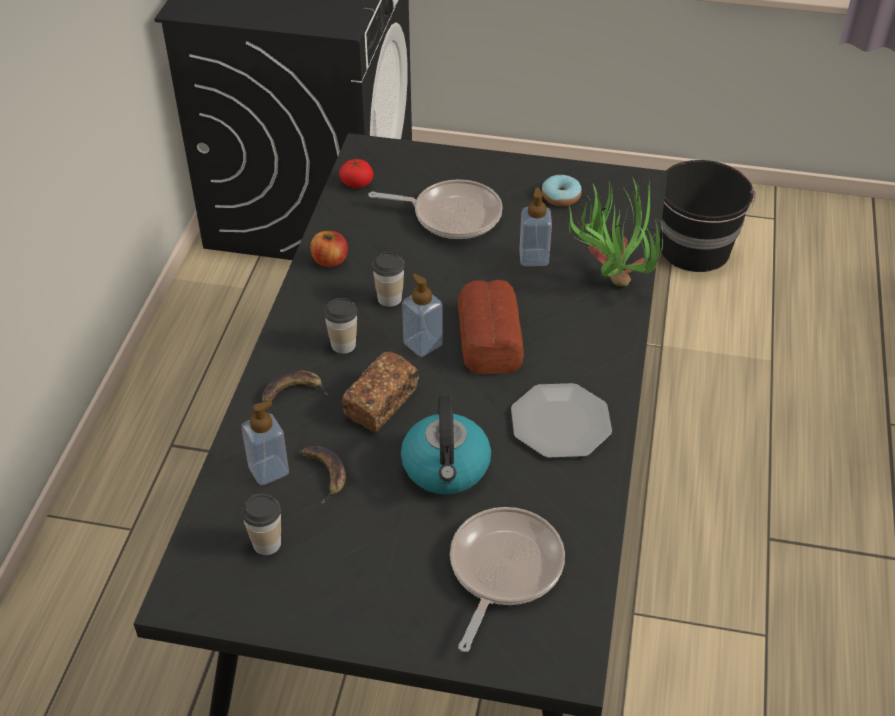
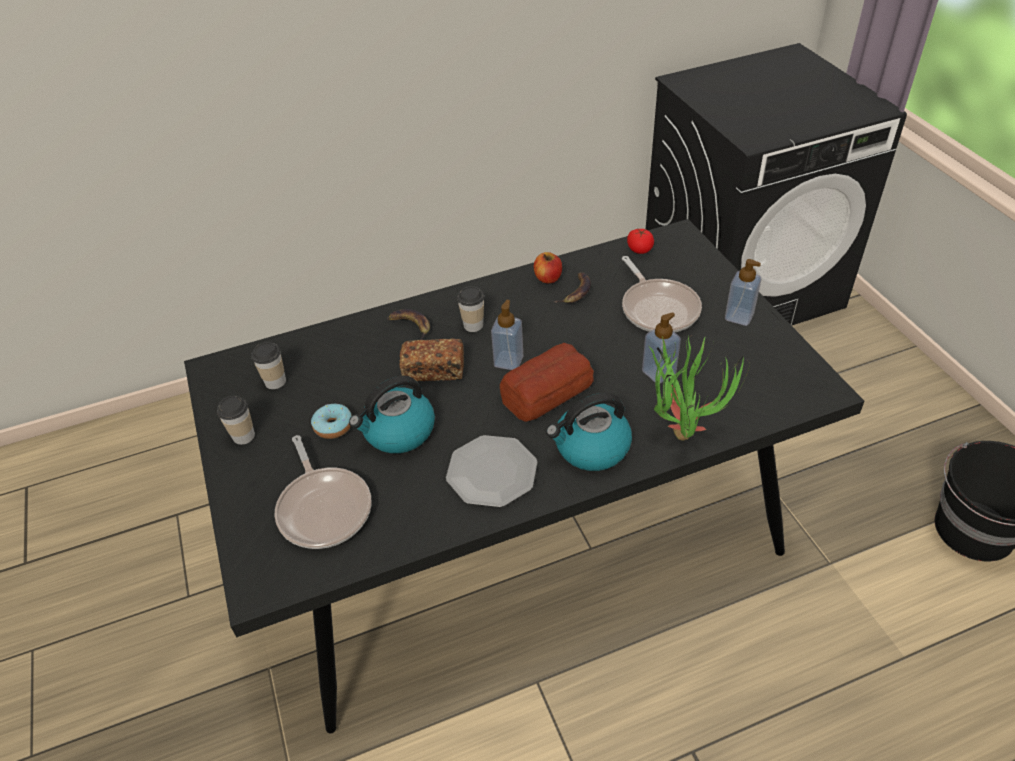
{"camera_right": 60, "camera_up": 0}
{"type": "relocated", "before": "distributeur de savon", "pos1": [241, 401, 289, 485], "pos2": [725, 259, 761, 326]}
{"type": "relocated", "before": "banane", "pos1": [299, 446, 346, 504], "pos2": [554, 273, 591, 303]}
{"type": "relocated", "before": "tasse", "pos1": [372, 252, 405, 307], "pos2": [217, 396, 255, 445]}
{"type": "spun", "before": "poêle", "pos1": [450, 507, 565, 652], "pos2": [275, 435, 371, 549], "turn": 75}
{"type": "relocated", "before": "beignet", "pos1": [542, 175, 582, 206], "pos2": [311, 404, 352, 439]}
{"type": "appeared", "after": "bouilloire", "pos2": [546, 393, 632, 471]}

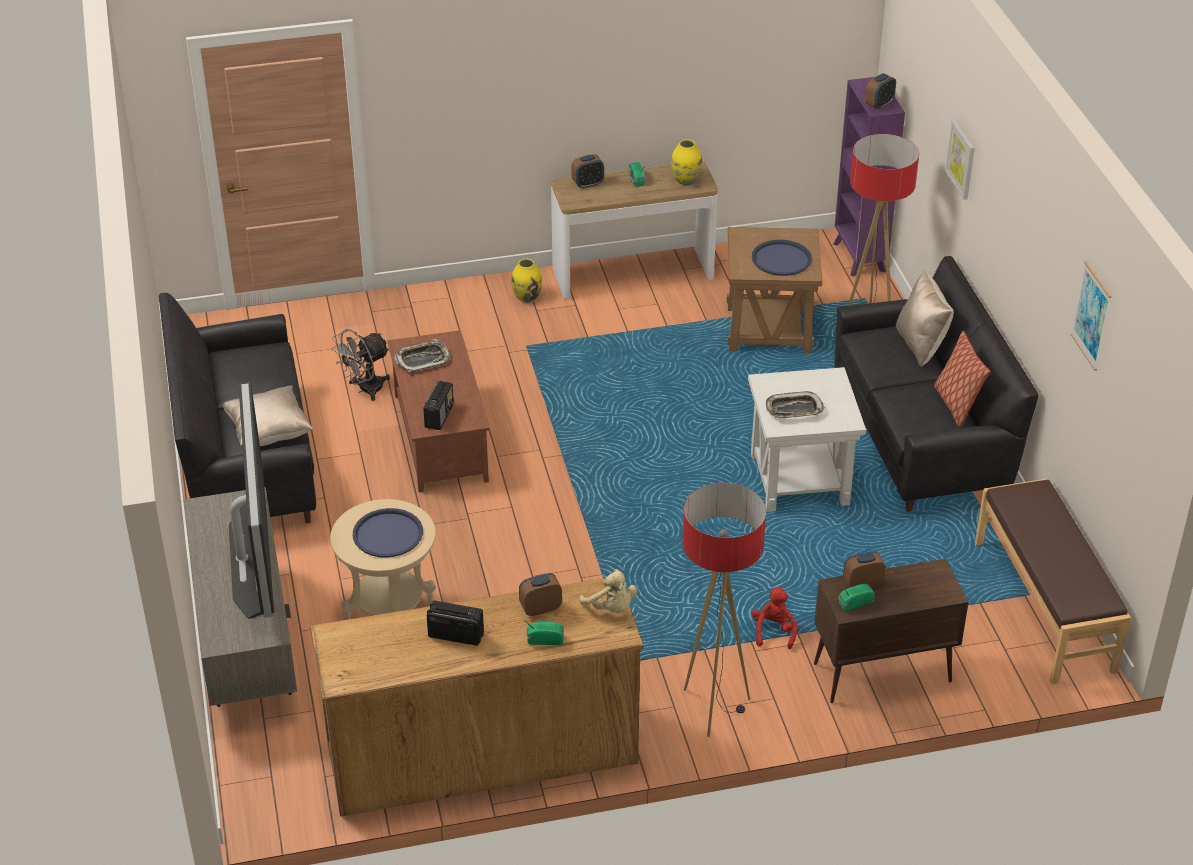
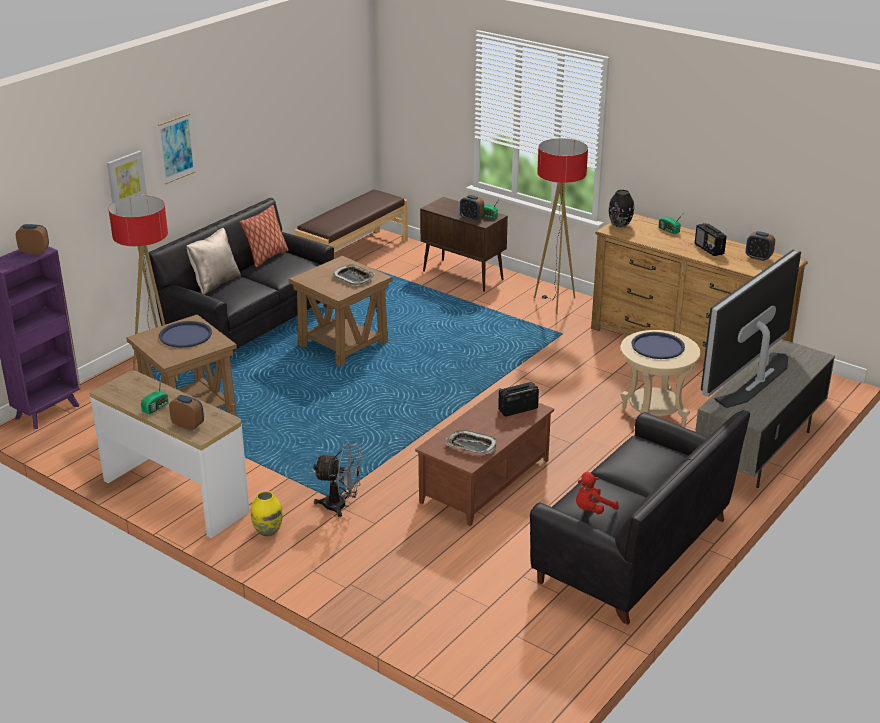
{"camera_right": -130, "camera_up": -10}
{"type": "missing", "before": "coussin [beige]", "pos1": [223, 386, 313, 446]}
{"type": "relocated", "before": "ventilateur [gris]", "pos1": [331, 329, 390, 401], "pos2": [313, 443, 363, 517]}
{"type": "relocated", "before": "réveil", "pos1": [519, 573, 562, 616], "pos2": [746, 231, 775, 261]}
{"type": "exchanged", "before": "peluche [beige]", "after": "vase [noir]", "pos1": [580, 569, 637, 613], "pos2": [609, 190, 634, 228]}
{"type": "missing", "before": "vase [jaune]", "pos1": [671, 139, 702, 185]}
{"type": "colour", "before": "table d'appoint [blanc]", "after": "table d'appoint [marron]", "pos1": [748, 367, 866, 512], "pos2": [289, 256, 392, 366]}
{"type": "relocated", "before": "peluche [rouge]", "pos1": [752, 587, 797, 649], "pos2": [576, 472, 619, 514]}
{"type": "relocated", "before": "tableau", "pos1": [1071, 261, 1112, 371], "pos2": [158, 113, 196, 184]}

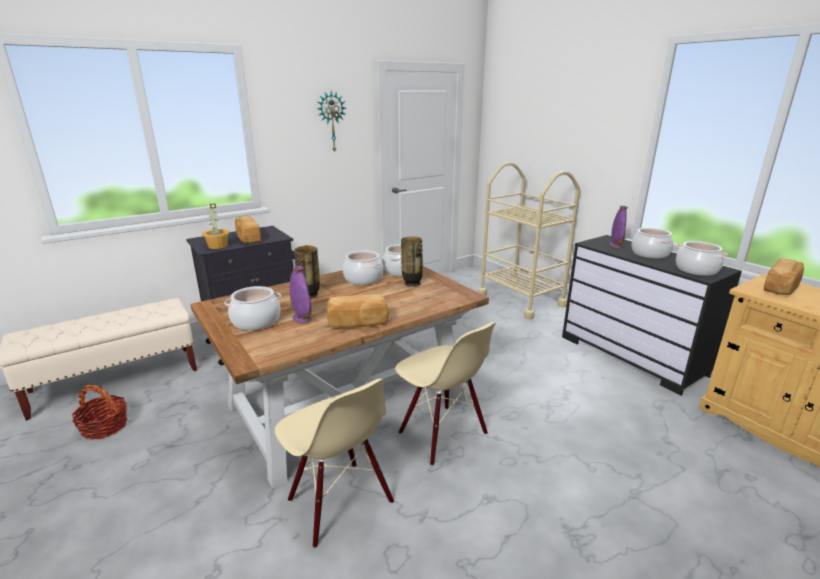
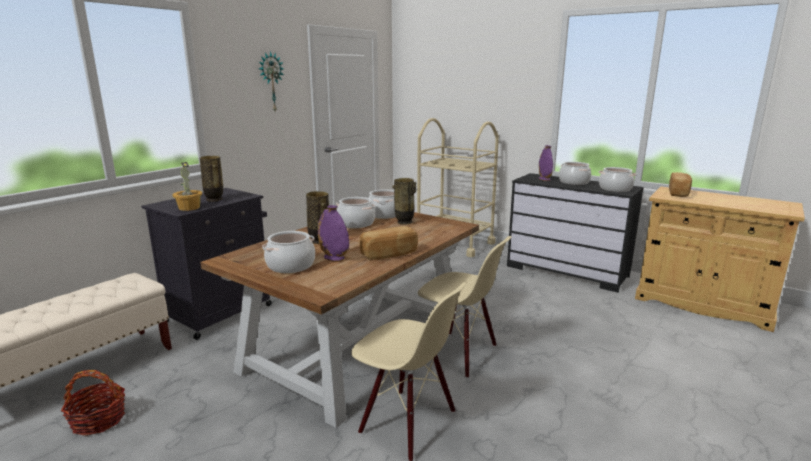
{"camera_right": -20, "camera_up": -5}
{"type": "exchanged", "before": "pain", "after": "vase", "pos1": [235, 216, 261, 244], "pos2": [199, 156, 223, 202]}

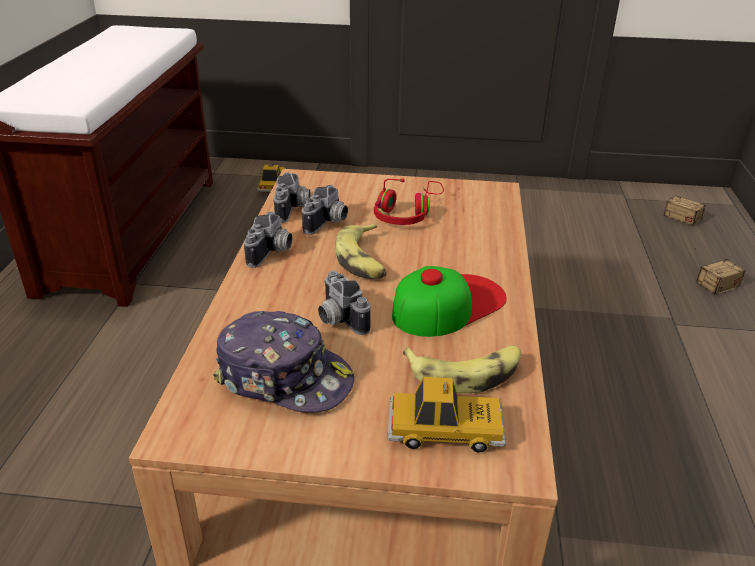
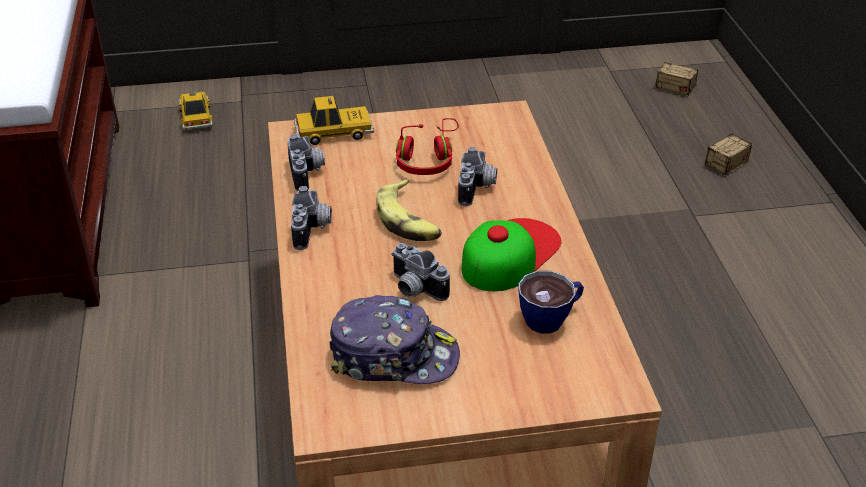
{"camera_right": -15, "camera_up": 5}
{"type": "relocated", "before": "appareil photo", "pos1": [302, 185, 348, 235], "pos2": [458, 147, 497, 206]}
{"type": "relocated", "before": "petite voiture", "pos1": [388, 377, 506, 453], "pos2": [294, 96, 374, 145]}
{"type": "exchanged", "before": "banane", "after": "tasse", "pos1": [403, 346, 521, 393], "pos2": [518, 271, 584, 334]}

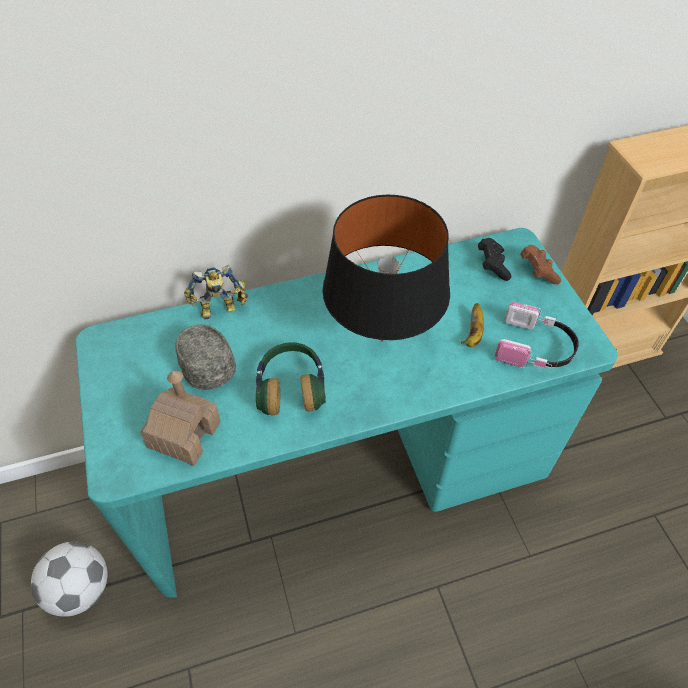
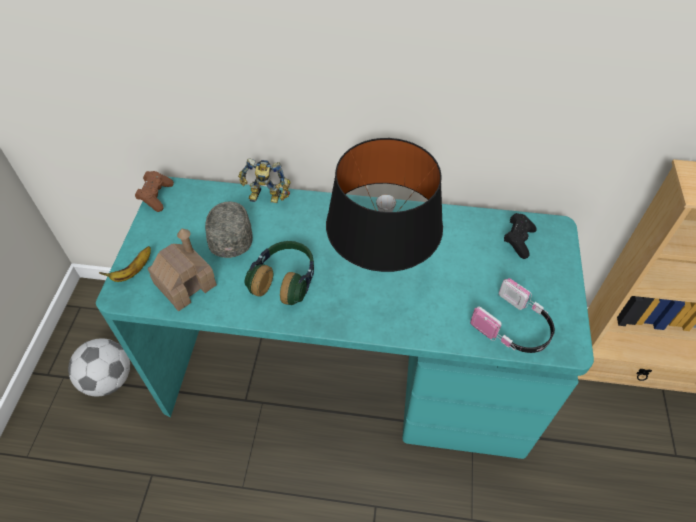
{"camera_right": 25, "camera_up": 0}
{"type": "relocated", "before": "banane", "pos1": [461, 303, 484, 347], "pos2": [99, 246, 151, 282]}
{"type": "relocated", "before": "manette [marron]", "pos1": [520, 245, 561, 284], "pos2": [135, 171, 174, 212]}

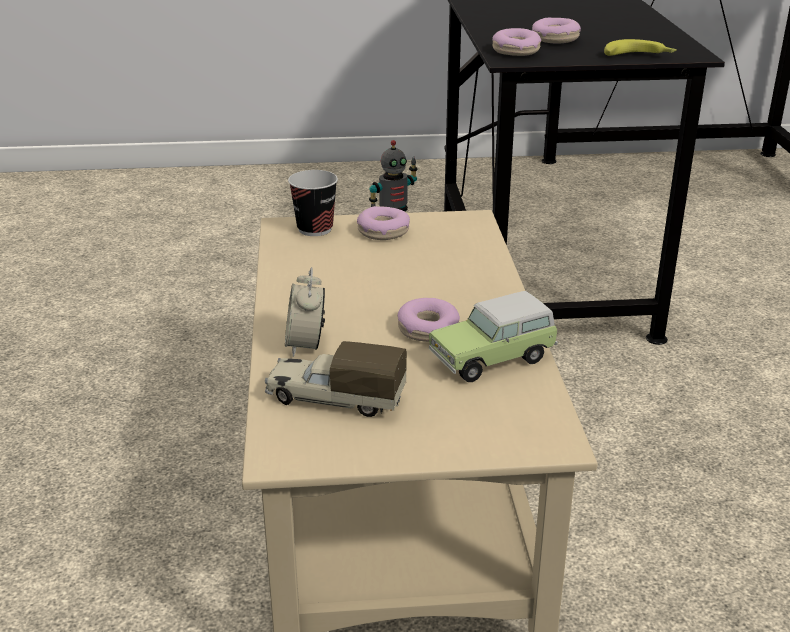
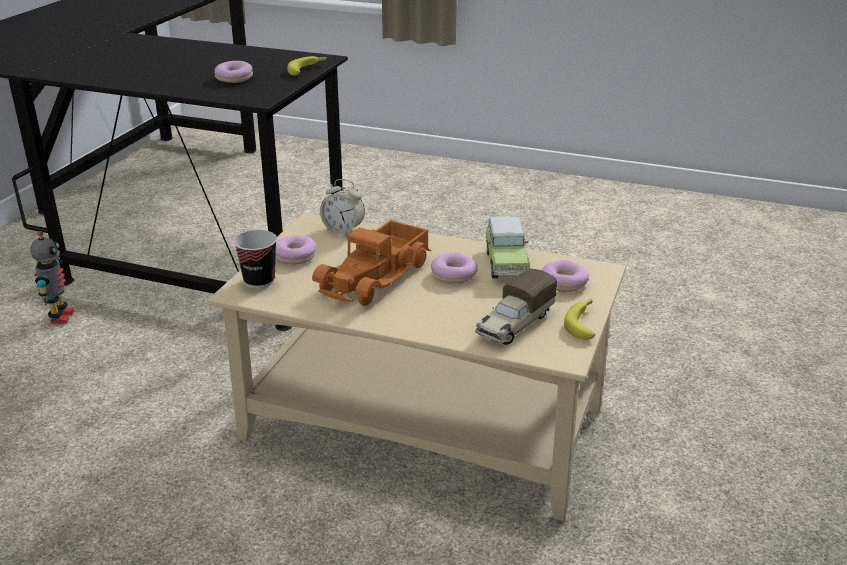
{"camera_right": -65, "camera_up": 0}
{"type": "relocated", "before": "réveil", "pos1": [285, 267, 325, 357], "pos2": [320, 179, 365, 234]}
{"type": "relocated", "before": "beignet", "pos1": [492, 28, 541, 56], "pos2": [542, 260, 589, 292]}
{"type": "appeared", "after": "camion jouet", "pos2": [312, 220, 431, 306]}
{"type": "appeared", "after": "banane", "pos2": [564, 299, 596, 340]}

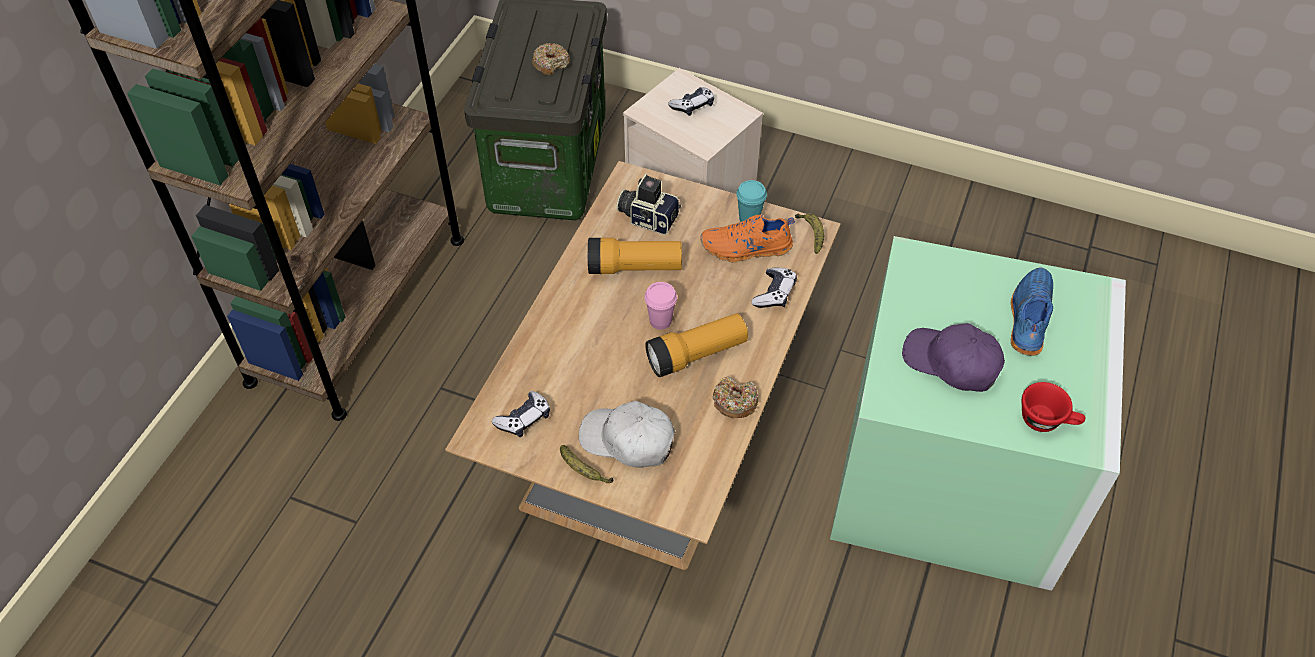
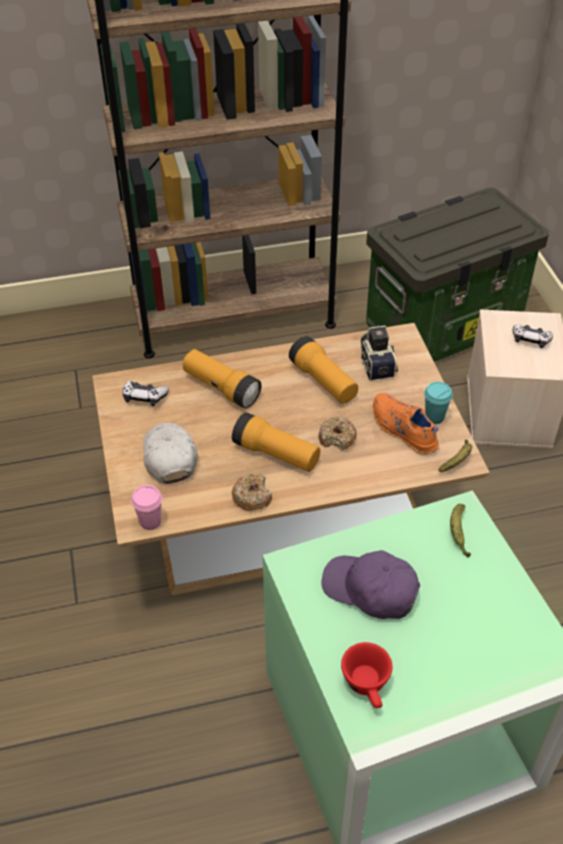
{"camera_right": 55, "camera_up": -5}
{"type": "relocated", "before": "beignet", "pos1": [532, 43, 570, 75], "pos2": [318, 417, 357, 450]}
{"type": "relocated", "before": "banane", "pos1": [560, 445, 613, 483], "pos2": [450, 504, 471, 558]}
{"type": "relocated", "before": "tasse [rose]", "pos1": [644, 282, 677, 330], "pos2": [131, 485, 163, 530]}
{"type": "missing", "before": "manette", "pos1": [751, 268, 797, 308]}
{"type": "spun", "before": "casquette [violet]", "pos1": [902, 323, 1005, 392], "pos2": [321, 550, 420, 619], "turn": -60}
{"type": "missing", "before": "chaussure [bleu]", "pos1": [1010, 267, 1053, 356]}
{"type": "appeared", "after": "lampe de poche", "pos2": [183, 349, 262, 408]}

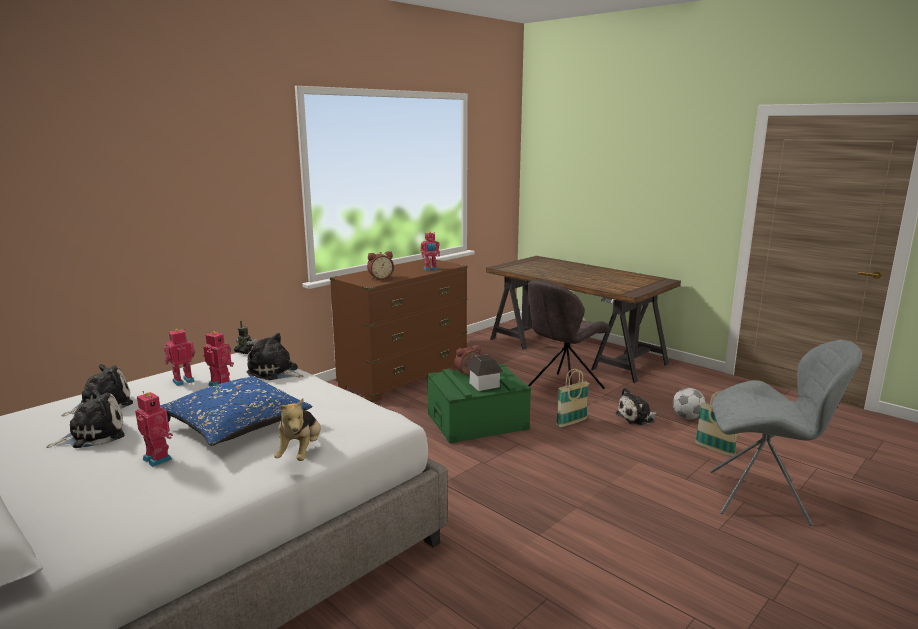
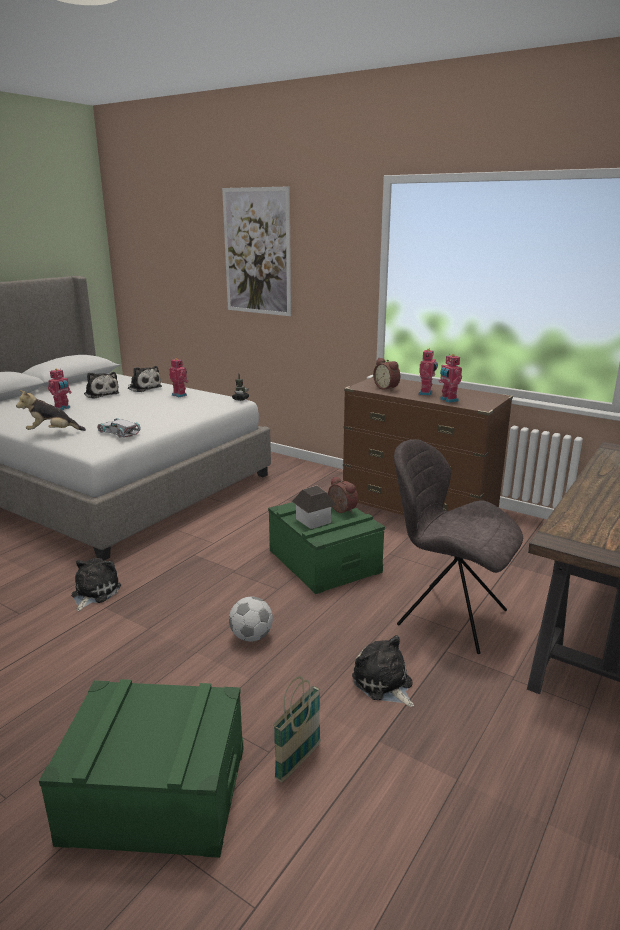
{"camera_right": 80, "camera_up": 5}
{"type": "missing", "before": "coussin [bleu]", "pos1": [160, 376, 312, 446]}
{"type": "relocated", "before": "robot jouet", "pos1": [203, 331, 234, 386], "pos2": [418, 348, 438, 396]}
{"type": "relocated", "before": "peluche", "pos1": [247, 333, 303, 380], "pos2": [71, 558, 121, 611]}
{"type": "missing", "before": "panier", "pos1": [556, 369, 590, 427]}
{"type": "relocated", "before": "ballon de foot", "pos1": [672, 388, 706, 419], "pos2": [229, 597, 273, 642]}
{"type": "exchanged", "before": "chaise [gris]", "after": "boîte de rangement [vert]", "pos1": [710, 340, 862, 526], "pos2": [39, 679, 244, 858]}
{"type": "appeared", "after": "petite voiture [blanc]", "pos2": [97, 418, 141, 438]}
{"type": "appeared", "after": "tableau", "pos2": [222, 186, 291, 316]}

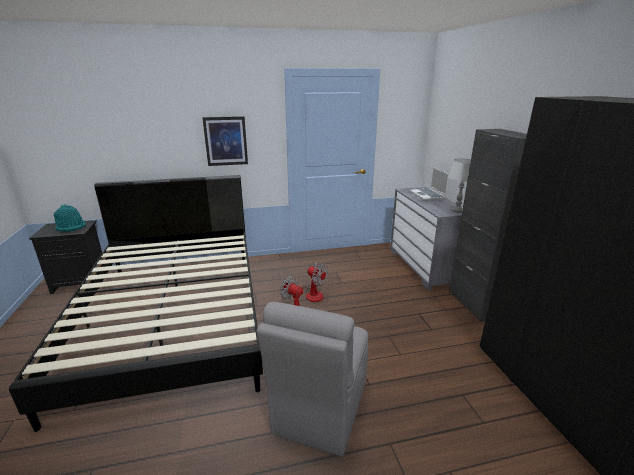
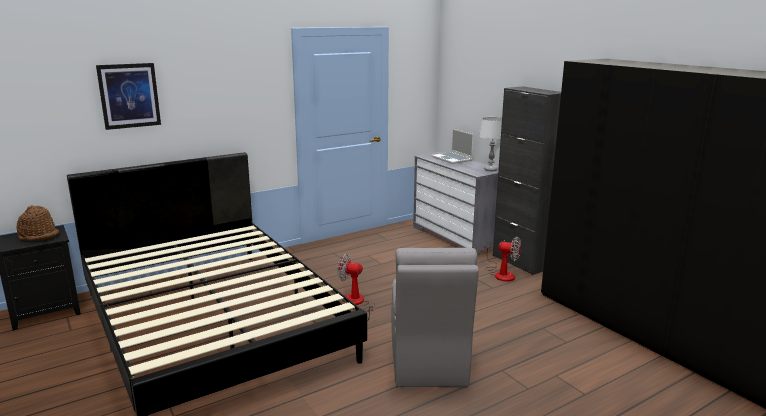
{"camera_right": -20, "camera_up": -5}
{"type": "colour", "before": "chapeau [turquoise]", "after": "chapeau [marron]", "pos1": [53, 204, 86, 232], "pos2": [16, 205, 59, 241]}
{"type": "relocated", "before": "tableau", "pos1": [202, 116, 248, 166], "pos2": [96, 63, 161, 130]}
{"type": "relocated", "before": "ventilateur", "pos1": [305, 262, 329, 302], "pos2": [483, 237, 521, 282]}

